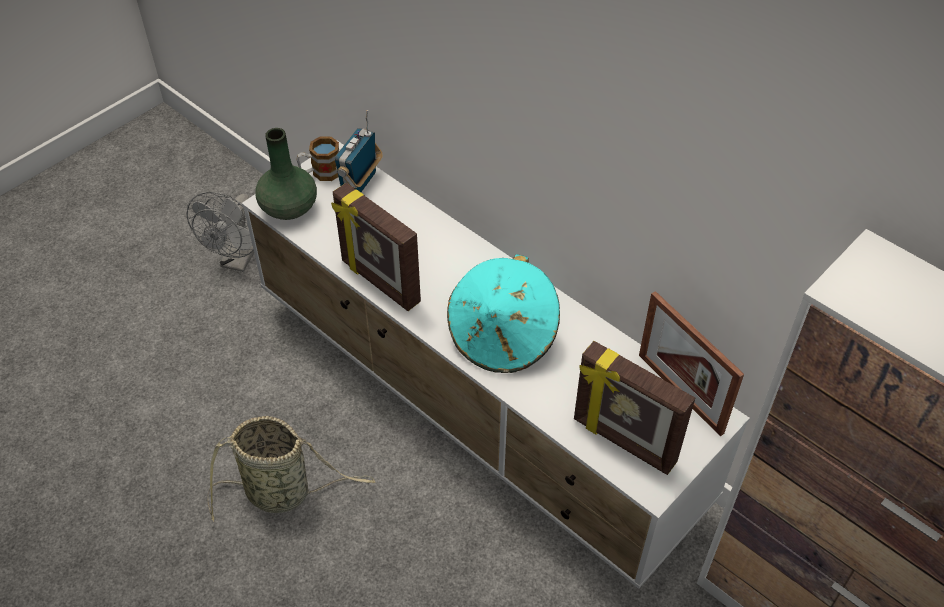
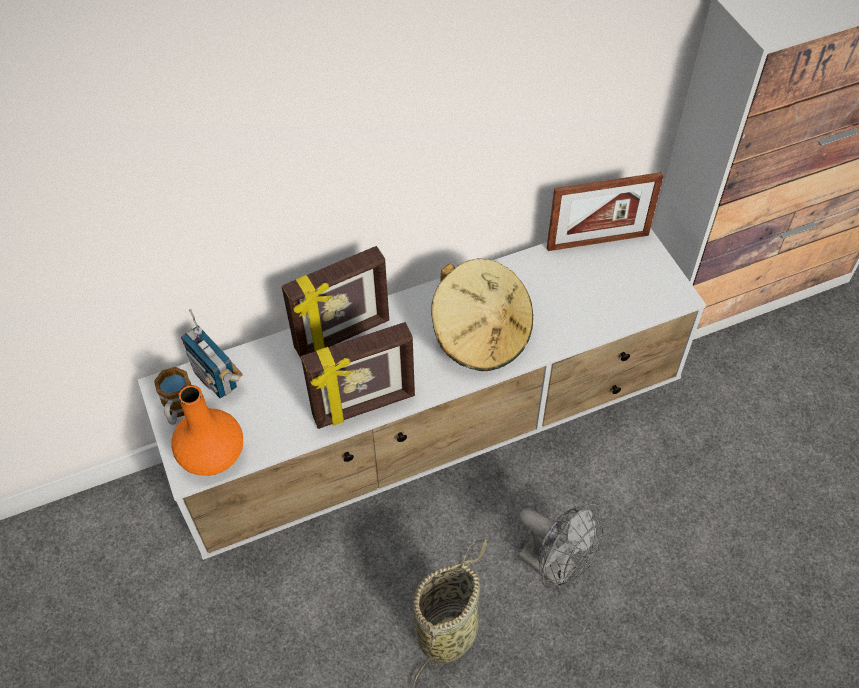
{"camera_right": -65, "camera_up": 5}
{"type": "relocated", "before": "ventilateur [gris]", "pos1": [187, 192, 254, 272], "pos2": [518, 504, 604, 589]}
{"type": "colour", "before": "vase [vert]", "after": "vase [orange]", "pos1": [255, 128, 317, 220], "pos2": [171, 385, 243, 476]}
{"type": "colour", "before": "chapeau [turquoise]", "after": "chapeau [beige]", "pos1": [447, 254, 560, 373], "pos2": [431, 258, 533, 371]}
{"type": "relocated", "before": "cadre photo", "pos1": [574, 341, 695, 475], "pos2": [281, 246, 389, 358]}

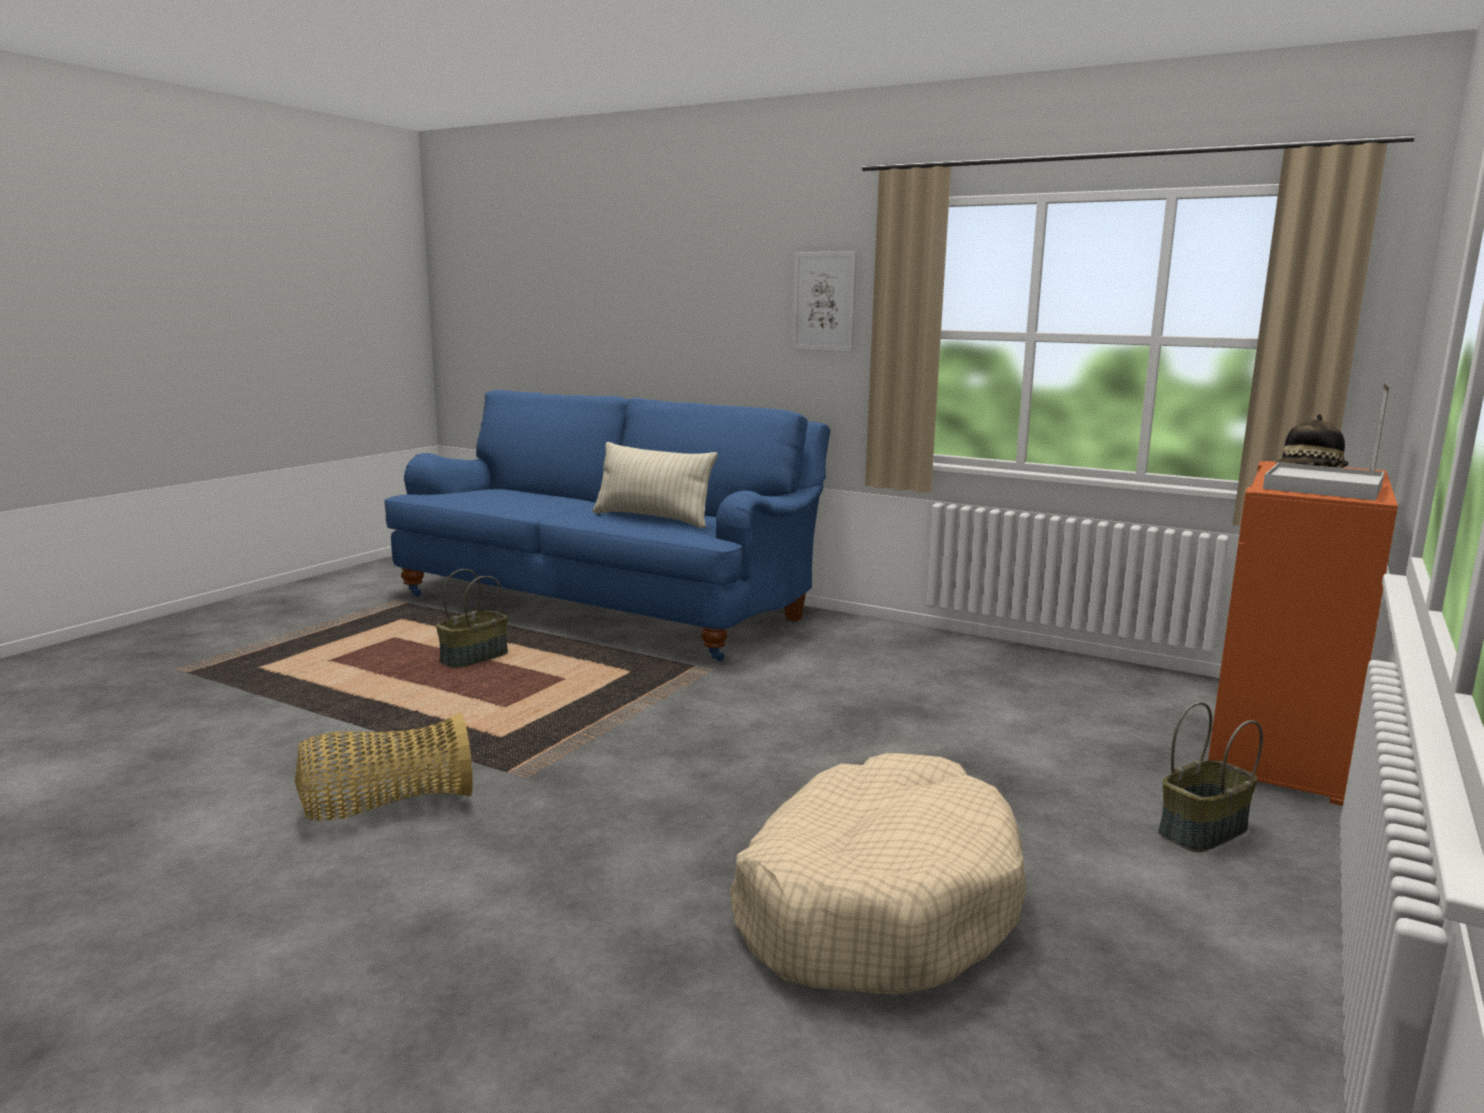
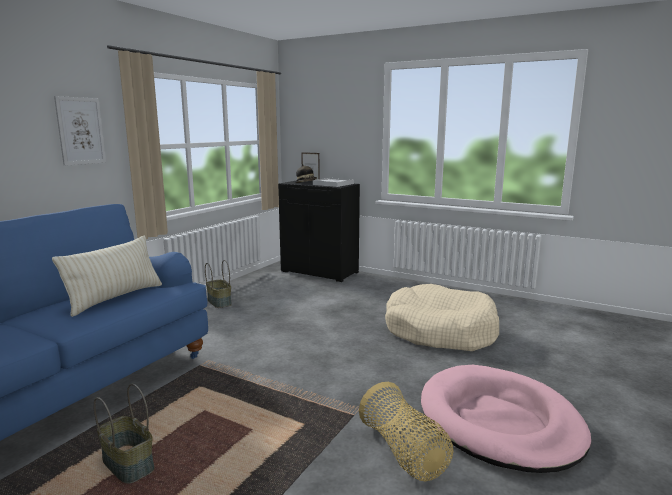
{"camera_right": -90, "camera_up": 0}
{"type": "relocated", "before": "panier", "pos1": [1158, 702, 1263, 852], "pos2": [205, 260, 232, 308]}
{"type": "colour", "before": "meuble de rangement [orange]", "after": "meuble de rangement [noir]", "pos1": [1208, 461, 1398, 806], "pos2": [278, 180, 360, 282]}
{"type": "appeared", "after": "panier pour chien [rose]", "pos2": [421, 365, 591, 473]}

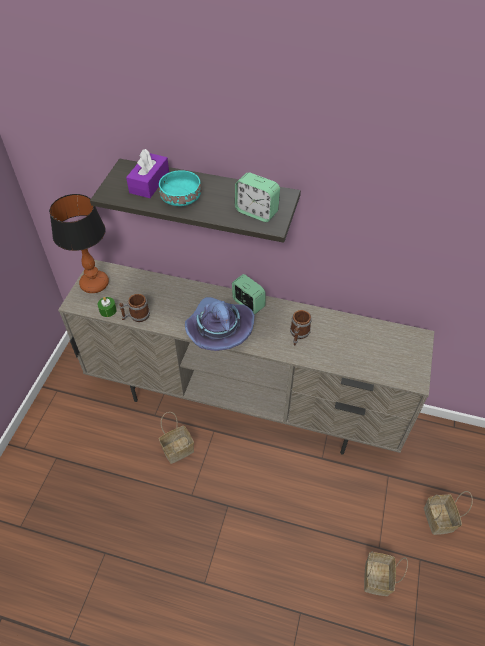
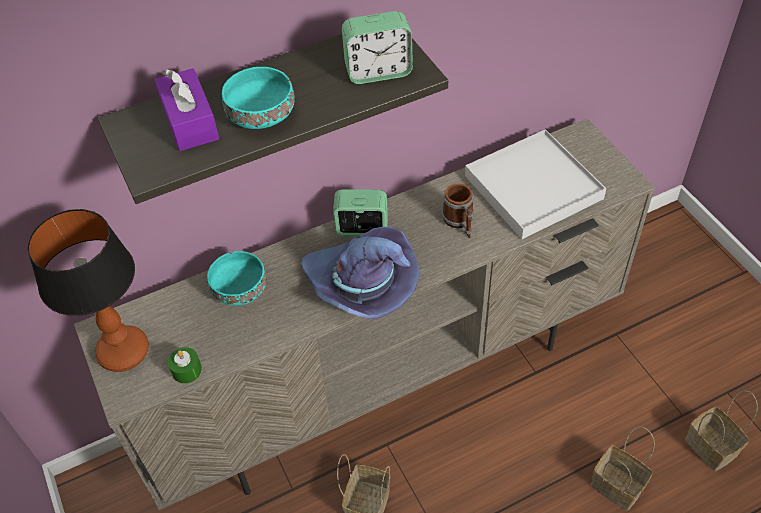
{"camera_right": -40, "camera_up": 0}
{"type": "missing", "before": "mug", "pos1": [119, 294, 150, 322]}
{"type": "relocated", "before": "panier", "pos1": [424, 491, 473, 535], "pos2": [591, 427, 655, 511]}
{"type": "appeared", "after": "bol [turquoise]", "pos2": [207, 251, 266, 306]}
{"type": "appeared", "after": "plateau [blanc]", "pos2": [465, 129, 606, 239]}

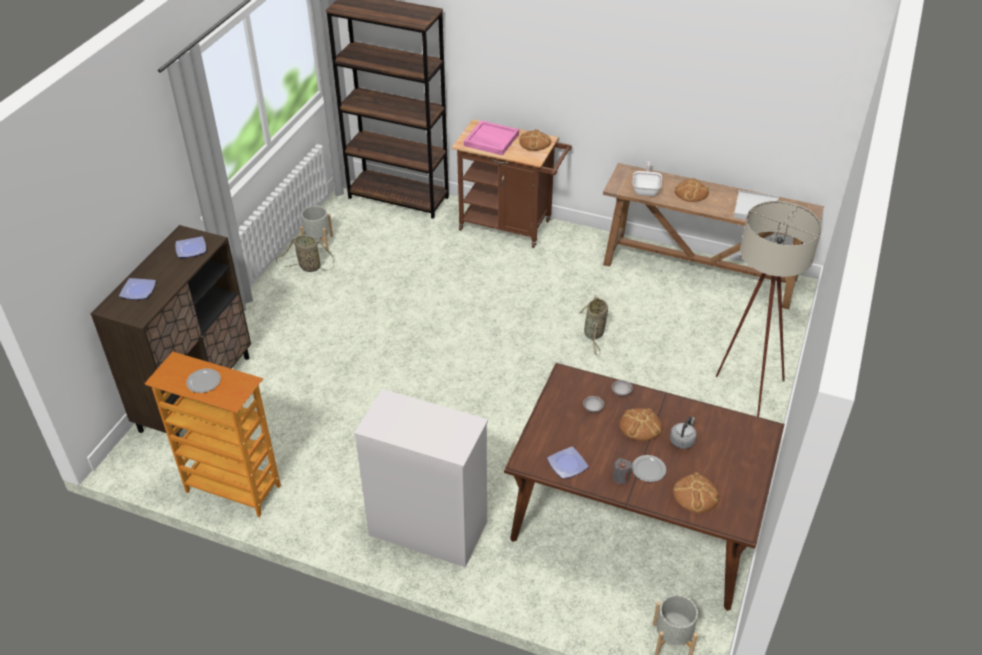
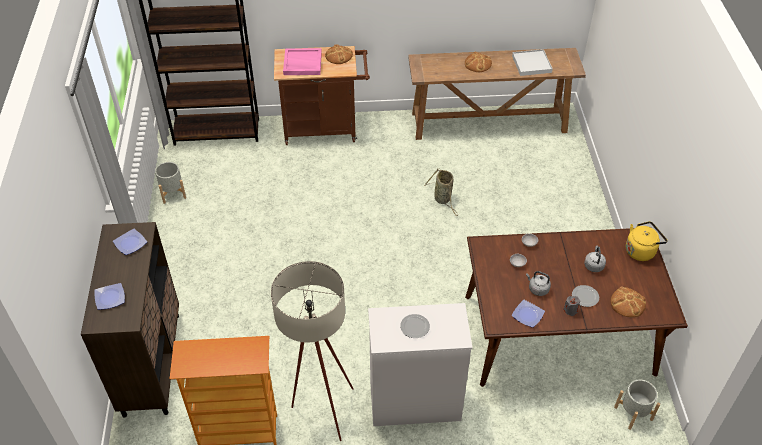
{"camera_right": -25, "camera_up": 5}
{"type": "relocated", "before": "assiette", "pos1": [186, 368, 221, 393], "pos2": [400, 314, 430, 338]}
{"type": "missing", "before": "panier", "pos1": [276, 235, 334, 272]}
{"type": "missing", "before": "pain", "pos1": [620, 408, 662, 441]}
{"type": "missing", "before": "poêle", "pos1": [633, 160, 662, 196]}
{"type": "relocated", "before": "lampadaire [beige]", "pos1": [716, 201, 822, 417], "pos2": [271, 261, 354, 441]}
{"type": "appeared", "after": "bouilloire [gris]", "pos2": [526, 271, 551, 296]}
{"type": "appeared", "after": "bouilloire [jaune]", "pos2": [626, 221, 668, 261]}

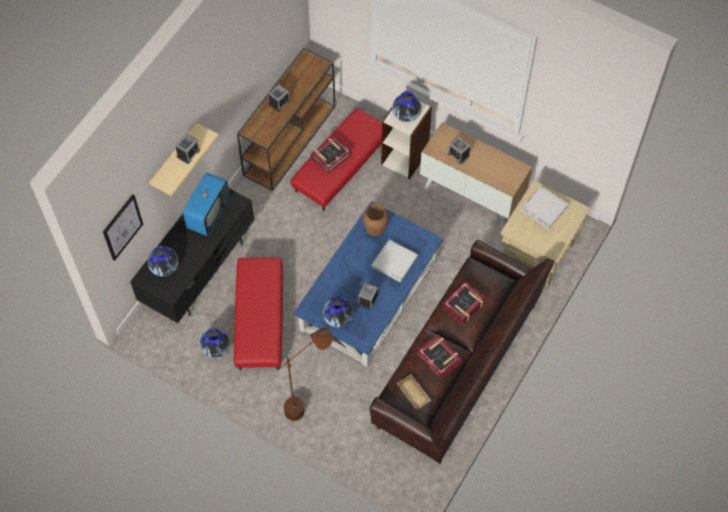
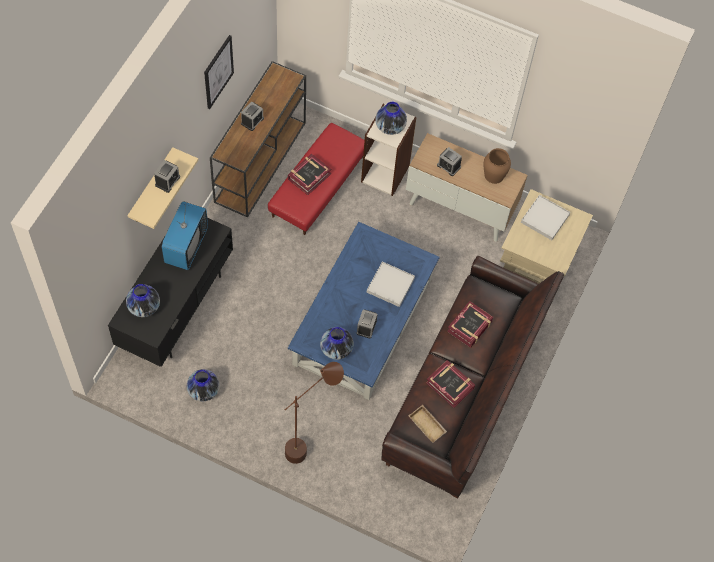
{"camera_right": -10, "camera_up": 0}
{"type": "relocated", "before": "tableau", "pos1": [103, 194, 143, 261], "pos2": [204, 35, 234, 109]}
{"type": "missing", "before": "pouf [rouge]", "pos1": [234, 257, 283, 371]}
{"type": "relocated", "before": "vase [marron]", "pos1": [363, 204, 389, 236], "pos2": [483, 148, 511, 184]}

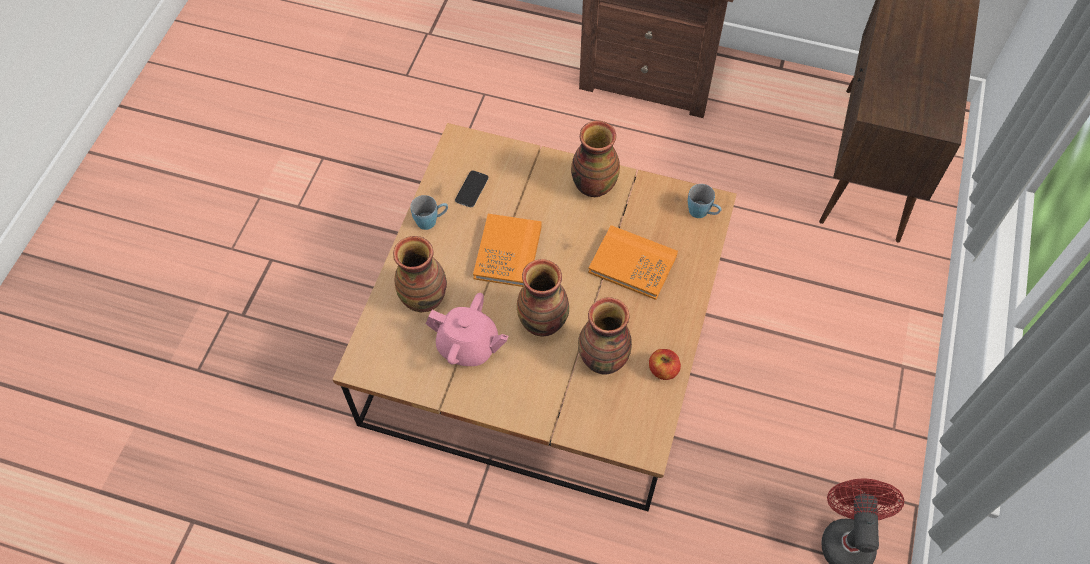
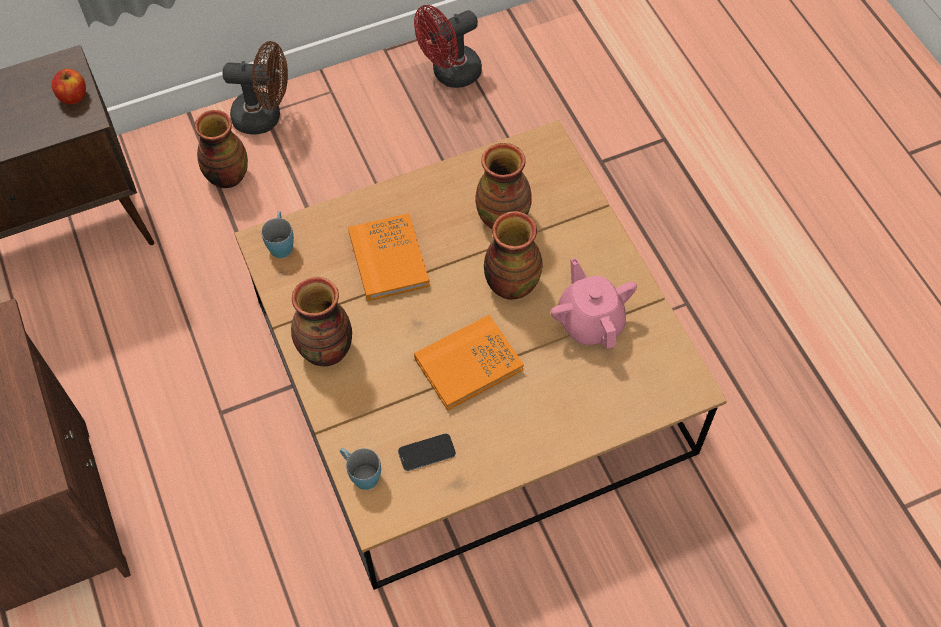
{"camera_right": -130, "camera_up": 0}
{"type": "relocated", "before": "vase", "pos1": [393, 236, 447, 312], "pos2": [195, 110, 248, 188]}
{"type": "relocated", "before": "mug [bleu]", "pos1": [410, 195, 448, 230], "pos2": [340, 448, 381, 490]}
{"type": "relocated", "before": "pomme", "pos1": [649, 349, 681, 380], "pos2": [52, 69, 86, 104]}
{"type": "appeared", "after": "ventilateur [marron]", "pos2": [223, 41, 288, 135]}

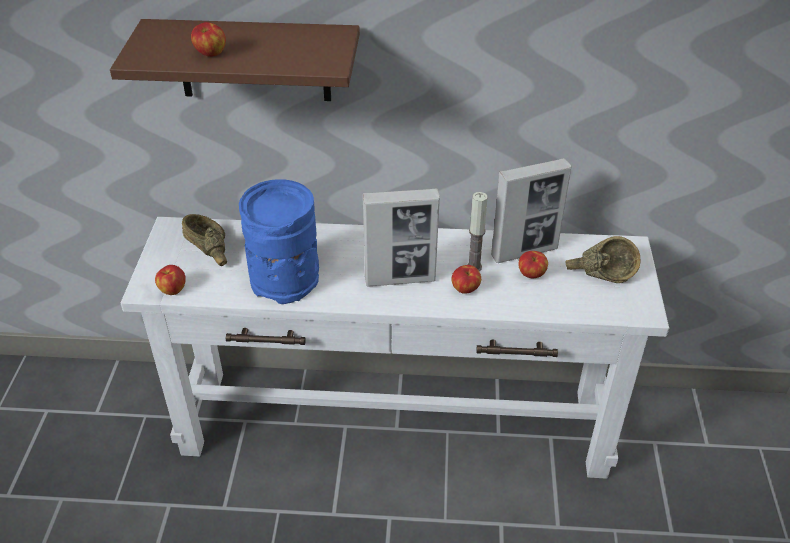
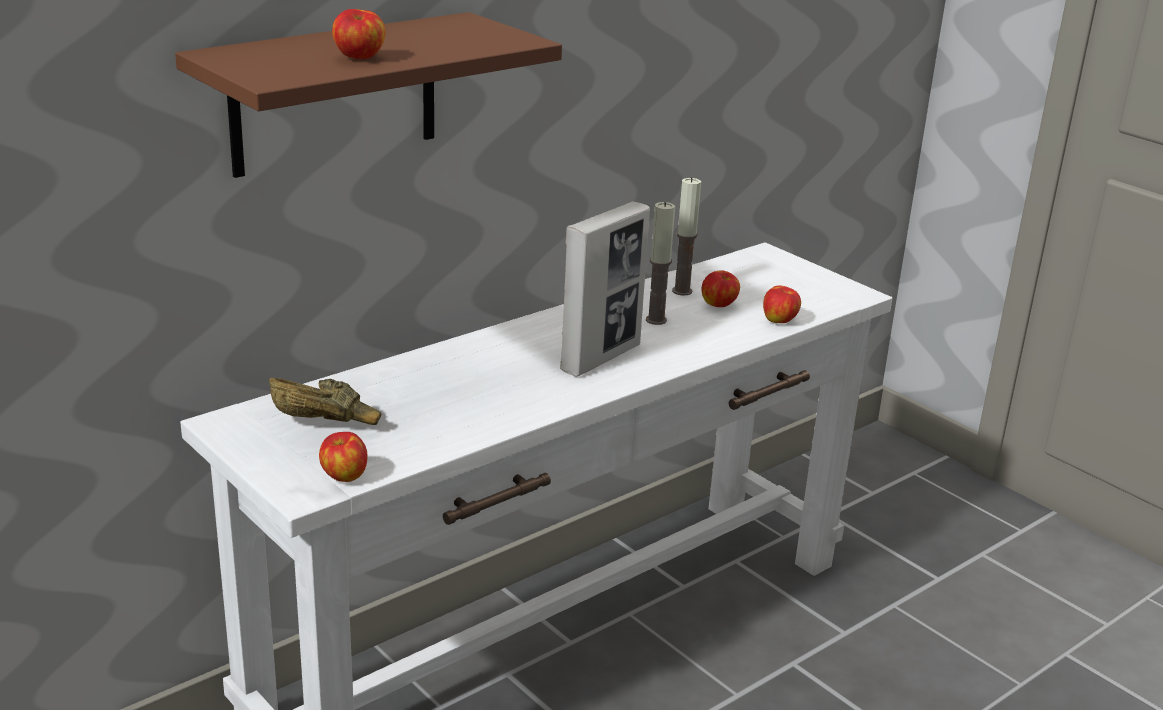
{"camera_right": -45, "camera_up": -15}
{"type": "missing", "before": "vase [bleu]", "pos1": [239, 179, 319, 304]}
{"type": "relocated", "before": "pomme", "pos1": [451, 265, 481, 294], "pos2": [763, 285, 801, 323]}
{"type": "exchanged", "before": "cadre photo", "after": "bougie", "pos1": [491, 158, 571, 263], "pos2": [672, 177, 701, 296]}
{"type": "missing", "before": "bol [marron]", "pos1": [565, 236, 641, 283]}

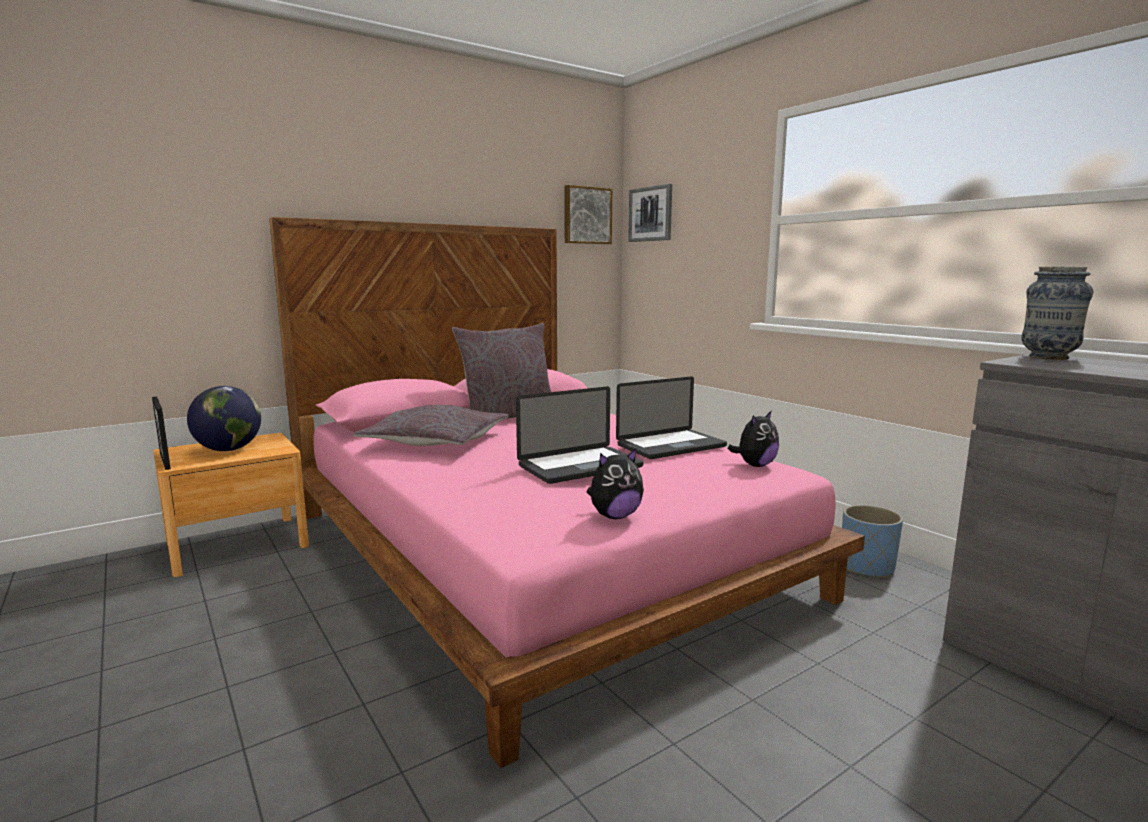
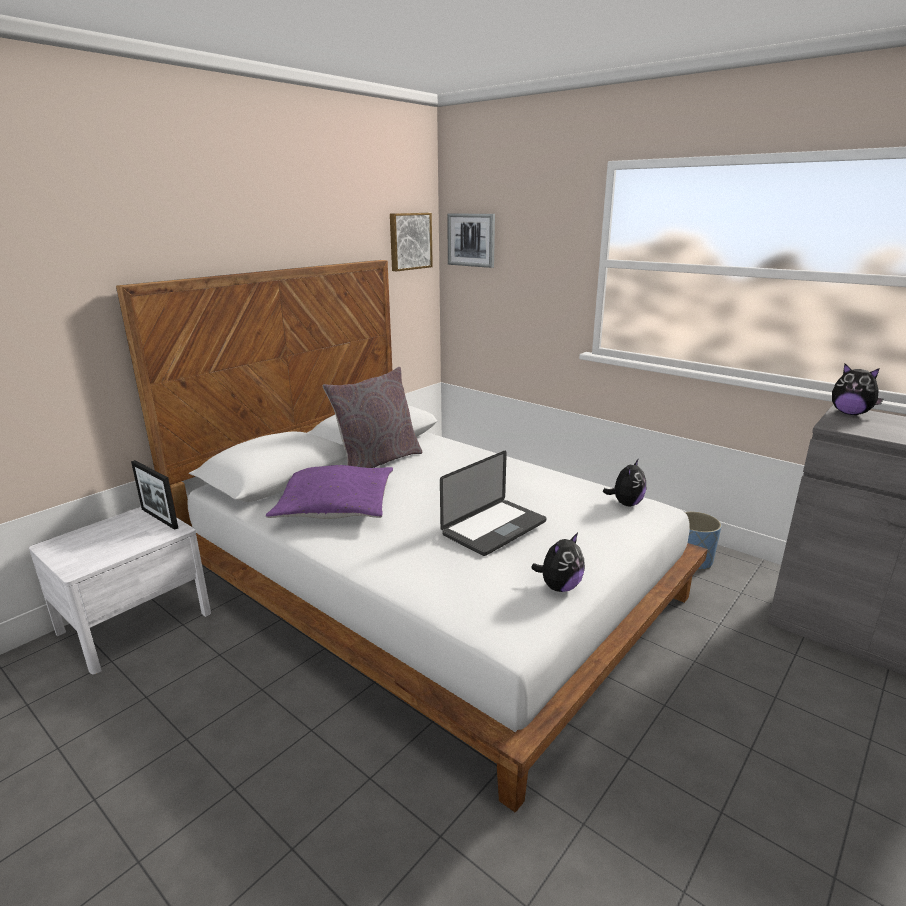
{"camera_right": -15, "camera_up": 10}
{"type": "relocated", "before": "cadre photo", "pos1": [152, 397, 171, 470], "pos2": [131, 460, 178, 530]}
{"type": "colour", "before": "table de chevet [marron]", "after": "table de chevet [blanc]", "pos1": [153, 433, 309, 577], "pos2": [29, 507, 211, 674]}
{"type": "missing", "before": "globe", "pos1": [187, 386, 261, 451]}
{"type": "colour", "before": "lit [rose]", "after": "lit [blanc]", "pos1": [269, 217, 865, 768], "pos2": [116, 260, 708, 813]}
{"type": "colour", "before": "coussin [gris]", "after": "coussin [violet]", "pos1": [353, 405, 509, 446], "pos2": [266, 465, 393, 519]}
{"type": "missing", "before": "ordinateur portable", "pos1": [616, 377, 727, 459]}
{"type": "exchanged", "before": "vase", "after": "peluche", "pos1": [1021, 266, 1093, 360], "pos2": [832, 364, 883, 415]}

